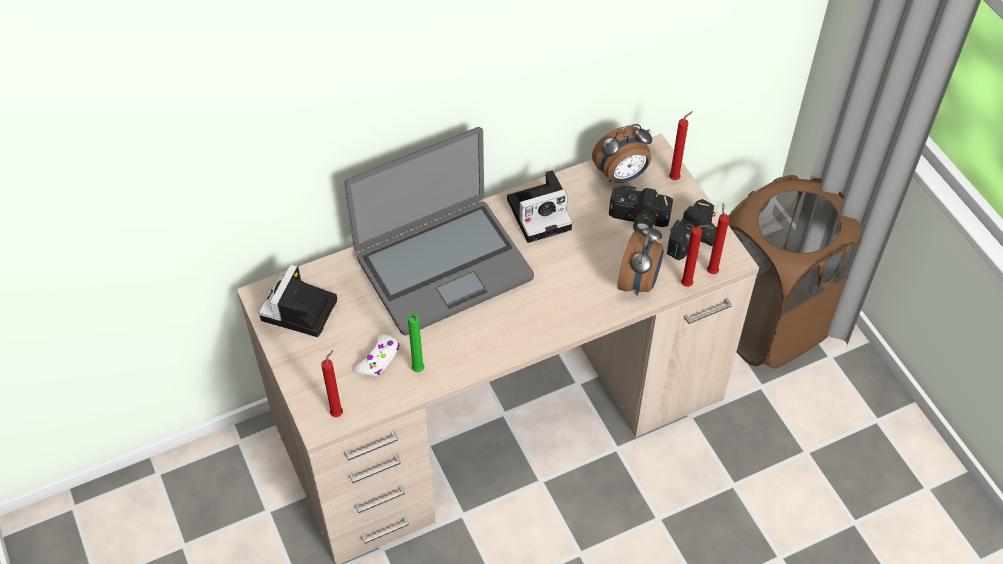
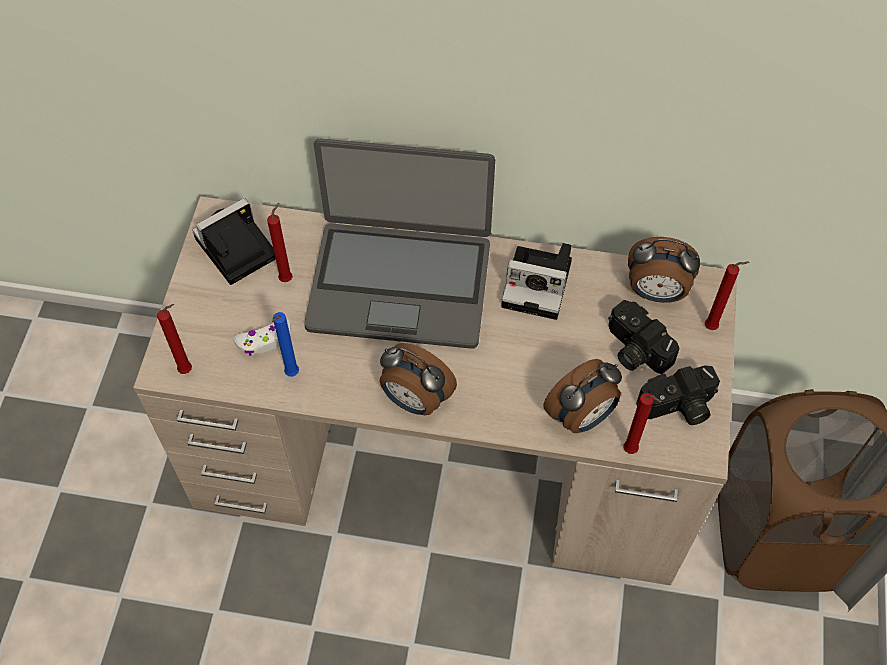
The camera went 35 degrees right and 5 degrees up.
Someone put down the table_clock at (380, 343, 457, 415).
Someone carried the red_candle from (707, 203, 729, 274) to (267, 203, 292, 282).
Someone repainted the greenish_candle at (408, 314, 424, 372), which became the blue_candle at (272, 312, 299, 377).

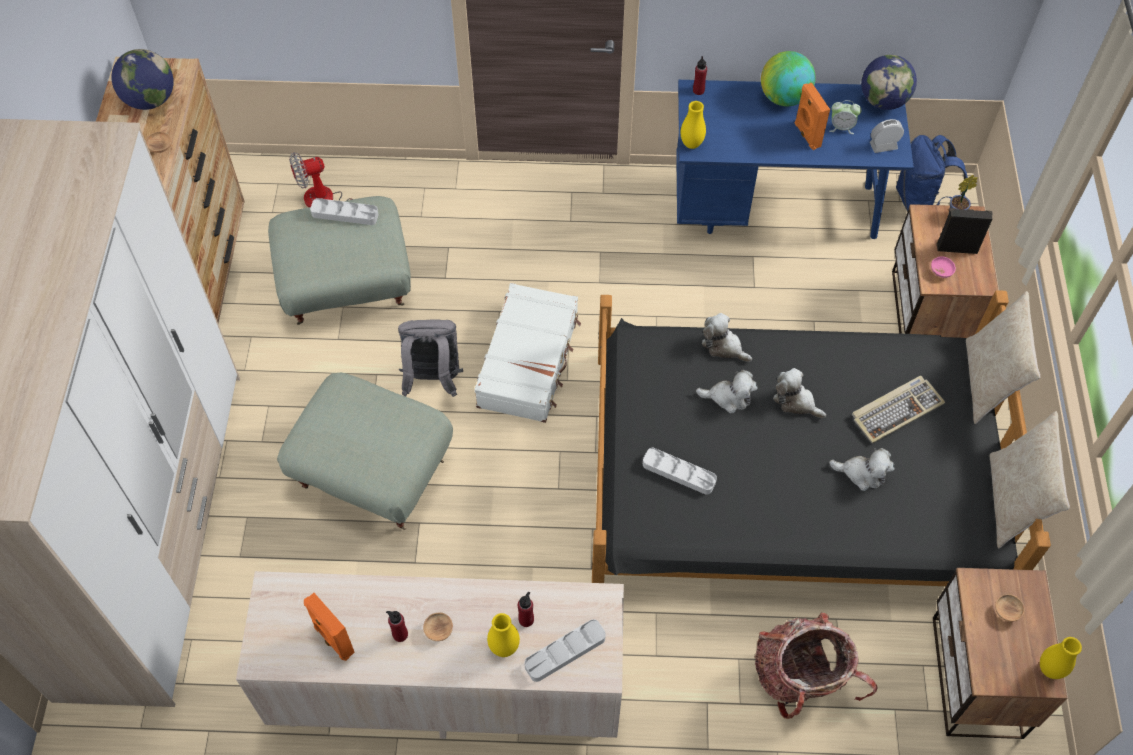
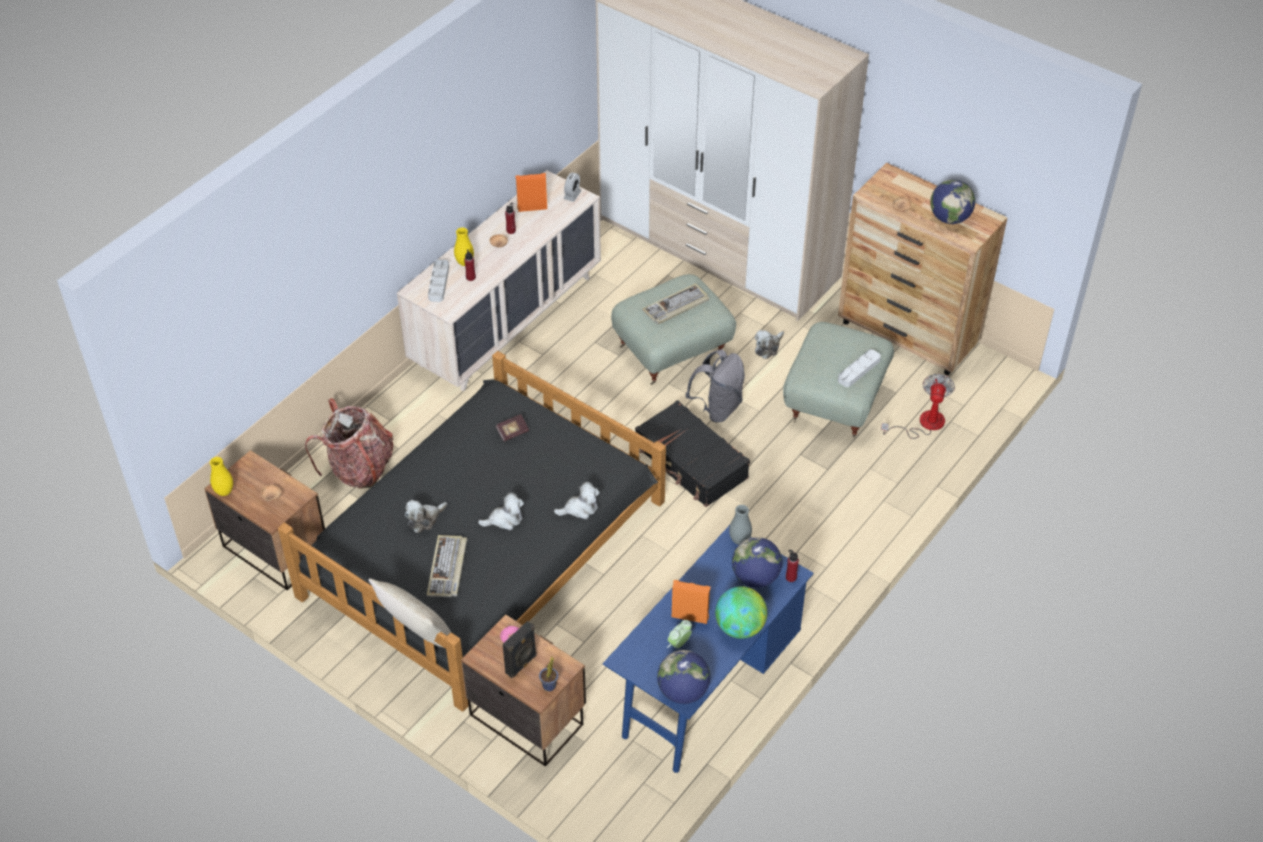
The camera went 125 degrees right and 10 degrees down.
Someone took away the blue_backpack at (896, 135, 968, 212).
Someone took away the sand-coloured_cushion at (990, 411, 1070, 548).
Someone put down the keyboard at (642, 283, 709, 324).
Someone put down the desk_globe at (732, 537, 782, 588).
Someone carried the soft_toy from (696, 370, 758, 414) to (755, 330, 784, 359).
Someone carried the table_clock from (870, 119, 904, 153) to (563, 172, 581, 202).
Someone swapped the grey_serving_tray at (643, 448, 717, 495) for the volume at (496, 414, 529, 442).
Someone repainted the white_suitcase at (474, 283, 581, 423), which became the blackish_suitcase at (635, 400, 750, 507).
Someone repainted the yellowish_vase at (681, 101, 706, 149), which became the grey_vase at (729, 505, 752, 545).

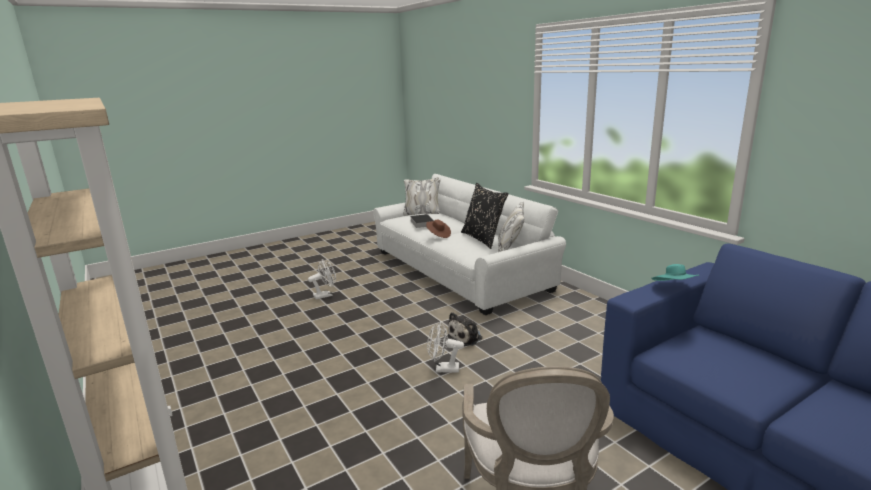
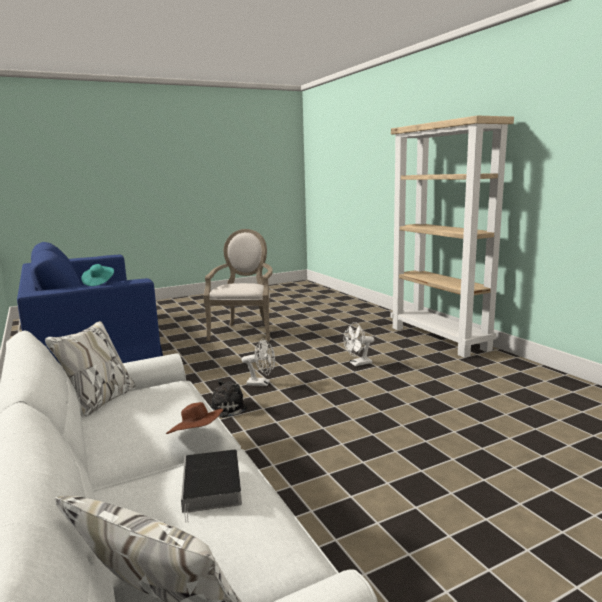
The camera went 175 degrees left and 5 degrees down.
Someone took away the blackish_cushion at (461, 183, 508, 249).
Someone carried the white_fan from (308, 259, 336, 299) to (344, 322, 374, 366).

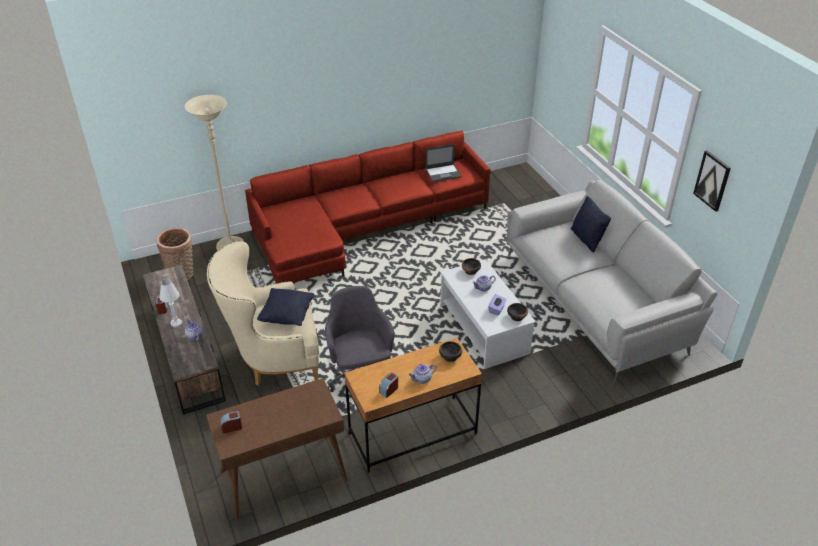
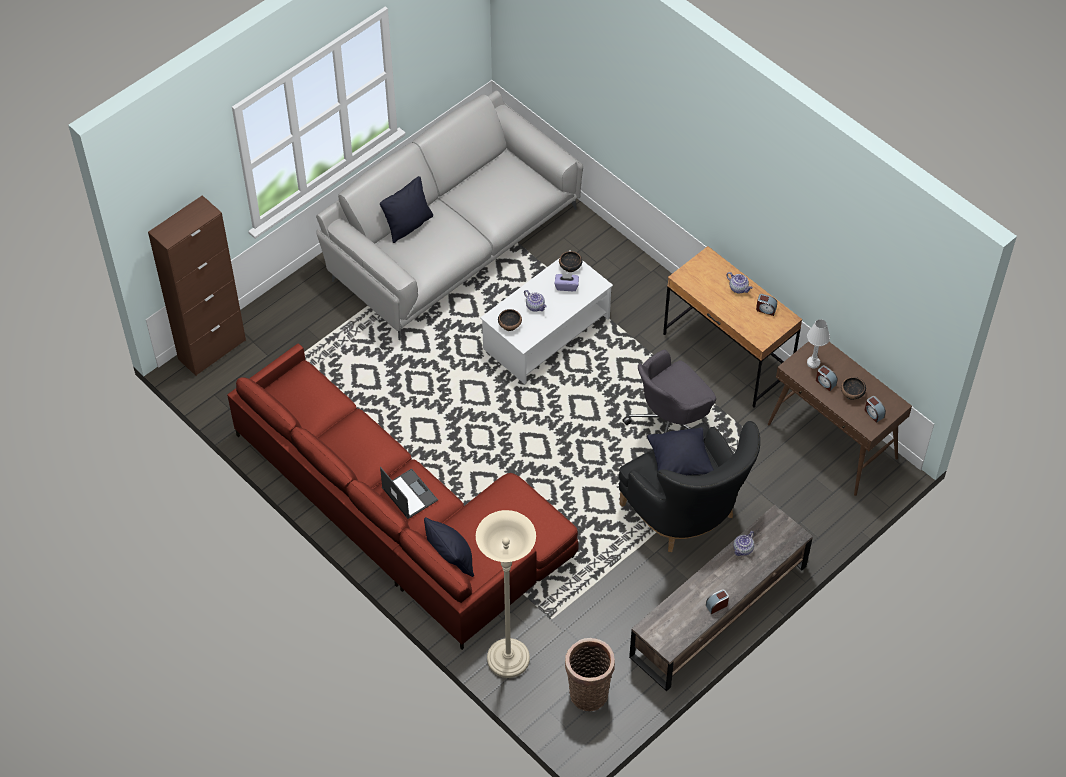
The camera went 110 degrees left and 15 degrees up.
Someone took away the wall_art at (693, 150, 731, 212).
Someone put down the brown-coloured_cupboard at (148, 195, 246, 376).
Someone put down the blackish_cushion at (424, 517, 474, 577).
Someone put down the table_clock at (816, 365, 838, 391).
Someone carried the white_tabletop_lamp from (159, 279, 182, 327) to (807, 319, 830, 368).
Someone carried the notebook_computer from (425, 144, 462, 182) to (380, 467, 438, 519).
Someone carried the deep_dish from (439, 341, 462, 362) to (841, 377, 866, 400).
Someone repainted the sand-coloured_easy_chair at (207, 241, 320, 386), which became the blackish_easy_chair at (618, 421, 760, 552).

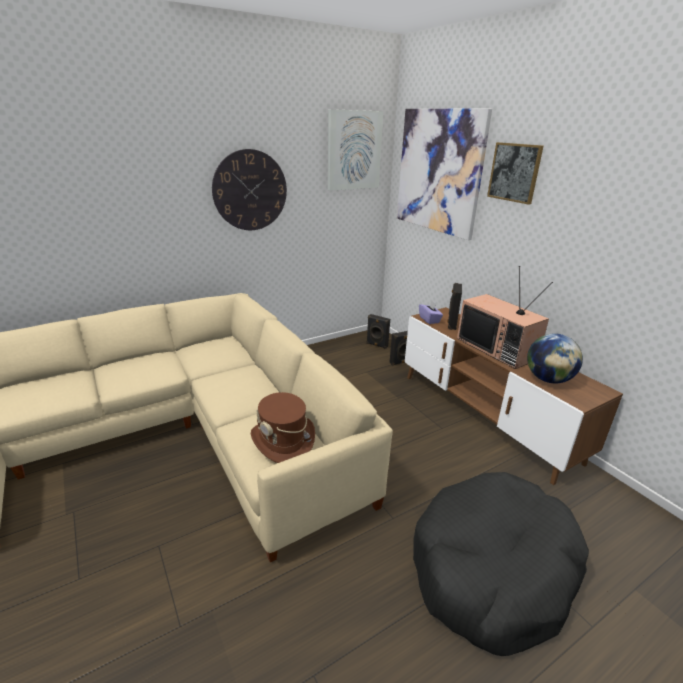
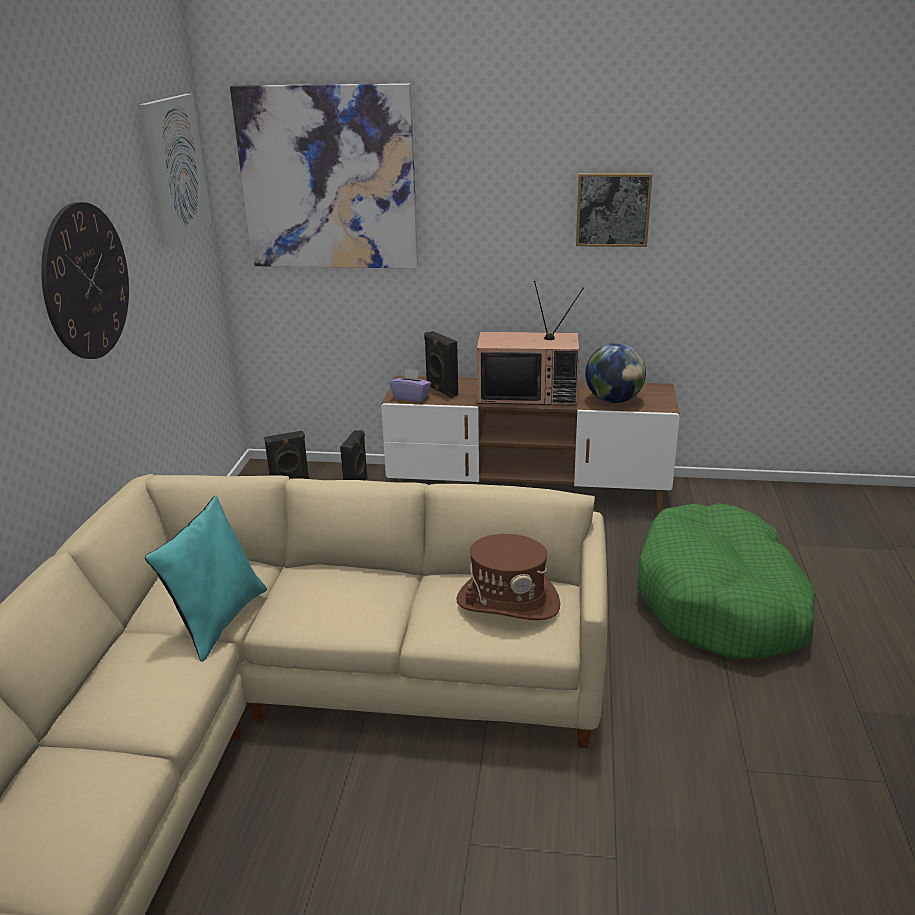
The camera went 50 degrees left and 0 degrees up.
Someone put down the turquoise_cushion at (145, 495, 267, 662).
Someone carried the wall_art from (487, 142, 543, 205) to (576, 173, 652, 247).
Someone repainted the blackish_pet_bed at (413, 472, 589, 656), which became the greenish_pet_bed at (637, 503, 815, 659).

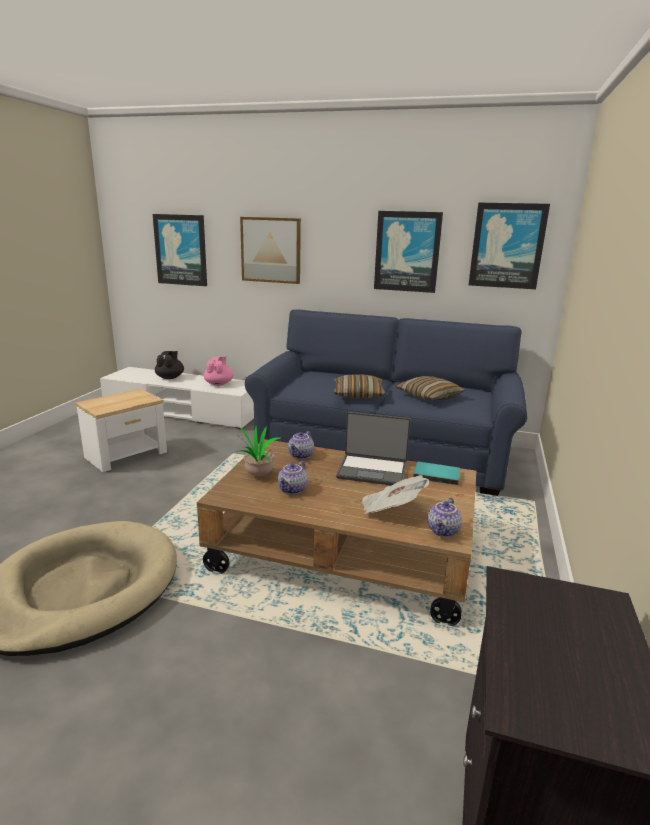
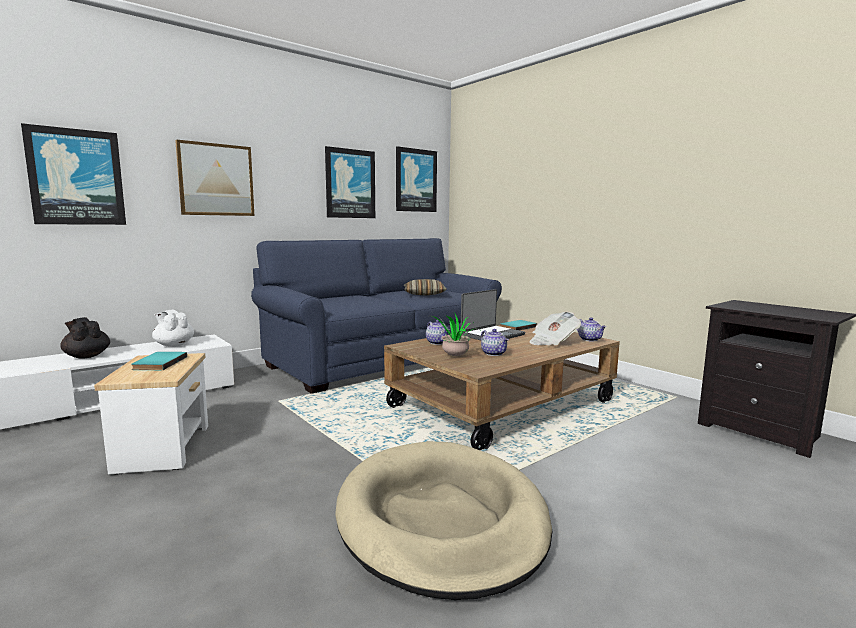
The camera went 55 degrees left and 10 degrees down.
Someone took away the cushion at (333, 374, 386, 398).
Someone put down the turquoise_volume at (131, 352, 187, 370).
Someone repainted the pinkish_teapot at (204, 356, 233, 386), which became the white_teapot at (152, 309, 194, 347).

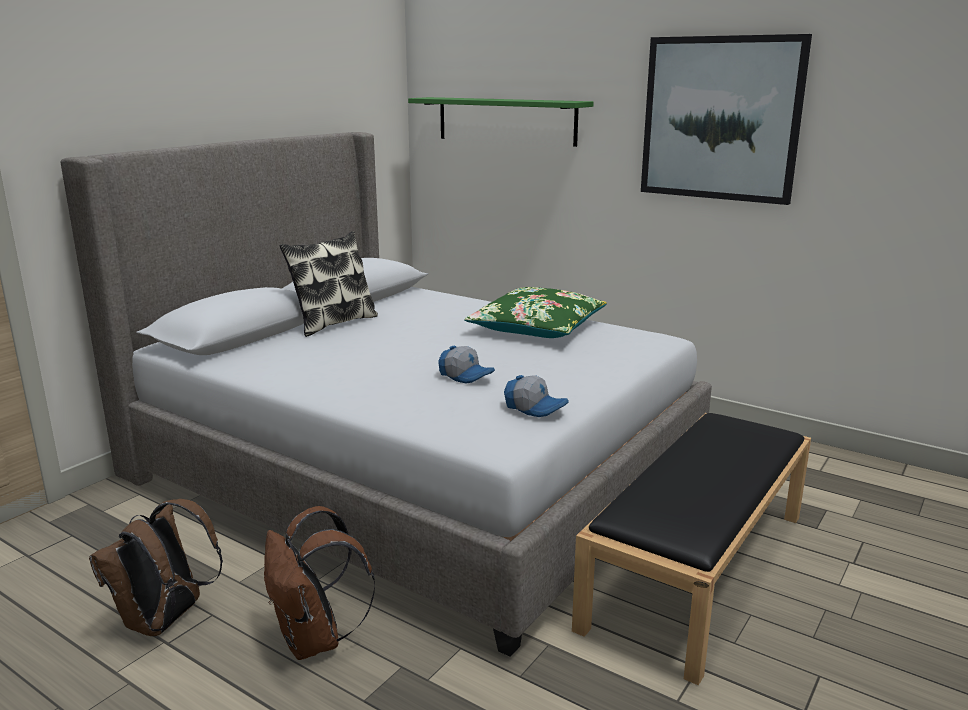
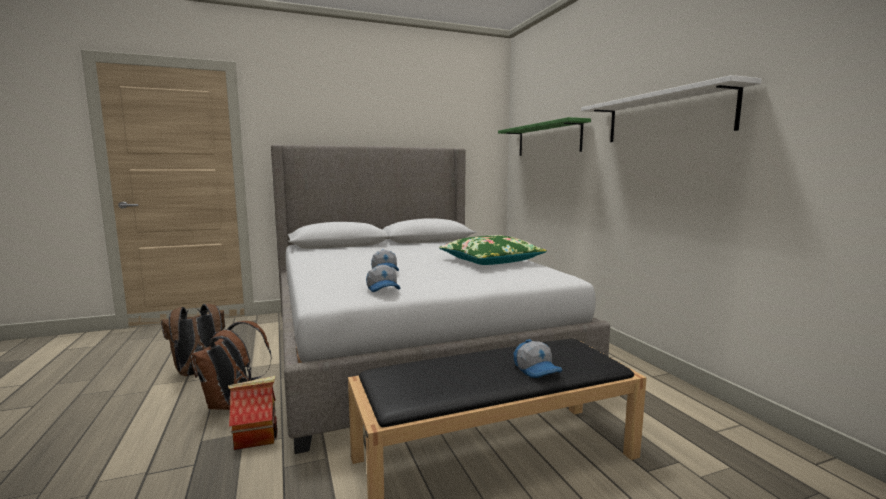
The camera went 35 degrees right and 10 degrees down.
Someone took away the cushion at (280, 231, 378, 337).
Someone put down the model_house at (228, 376, 277, 450).
Someone put down the peaked_cap at (514, 339, 562, 378).
Someone swapped the wall_art at (641, 34, 812, 205) for the white_wall_shelf at (581, 75, 762, 142).

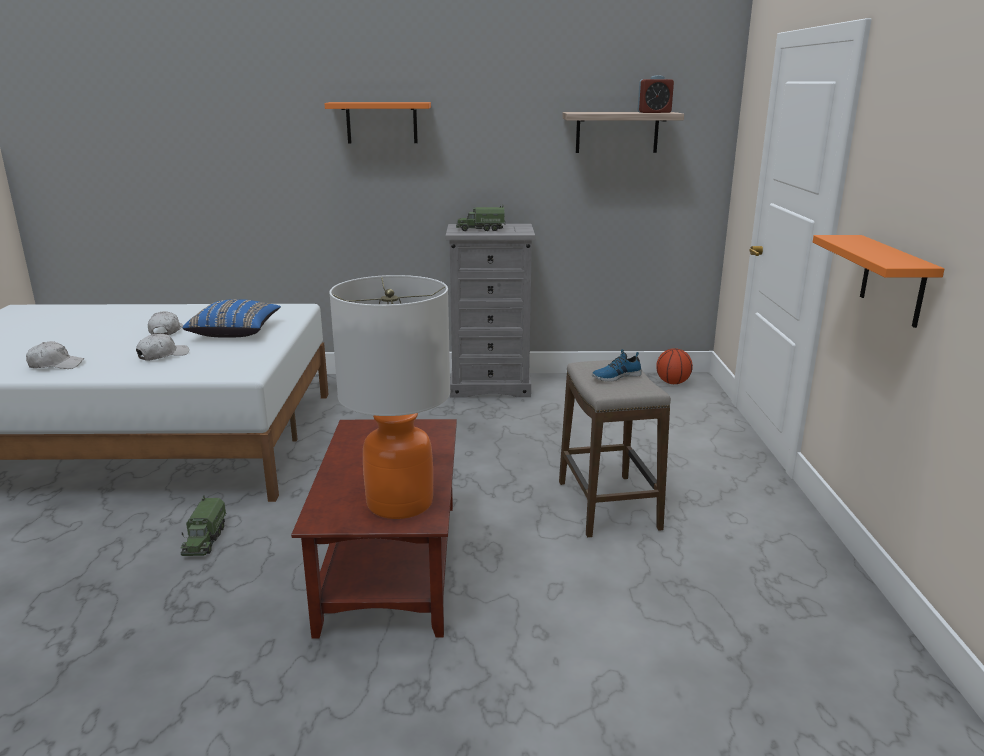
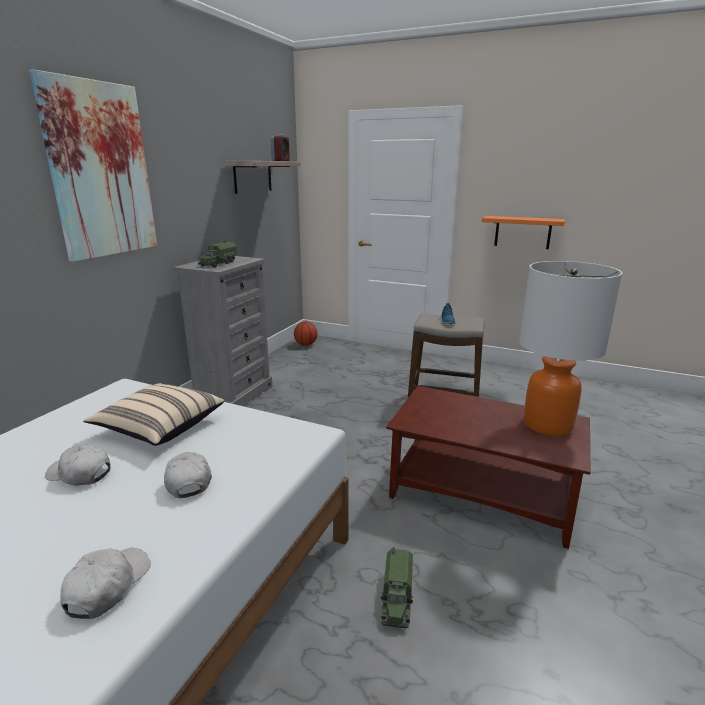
The camera went 65 degrees left and 0 degrees up.
Someone swapped the orangey_wall_shelf at (324, 102, 431, 143) for the wall_art at (29, 69, 157, 262).
Someone repainted the blue_cushion at (182, 299, 281, 337), which became the sand-coloured_cushion at (83, 383, 224, 446).
Someone rotated the toy_truck at (180, 495, 226, 556) by 75 degrees clockwise.

